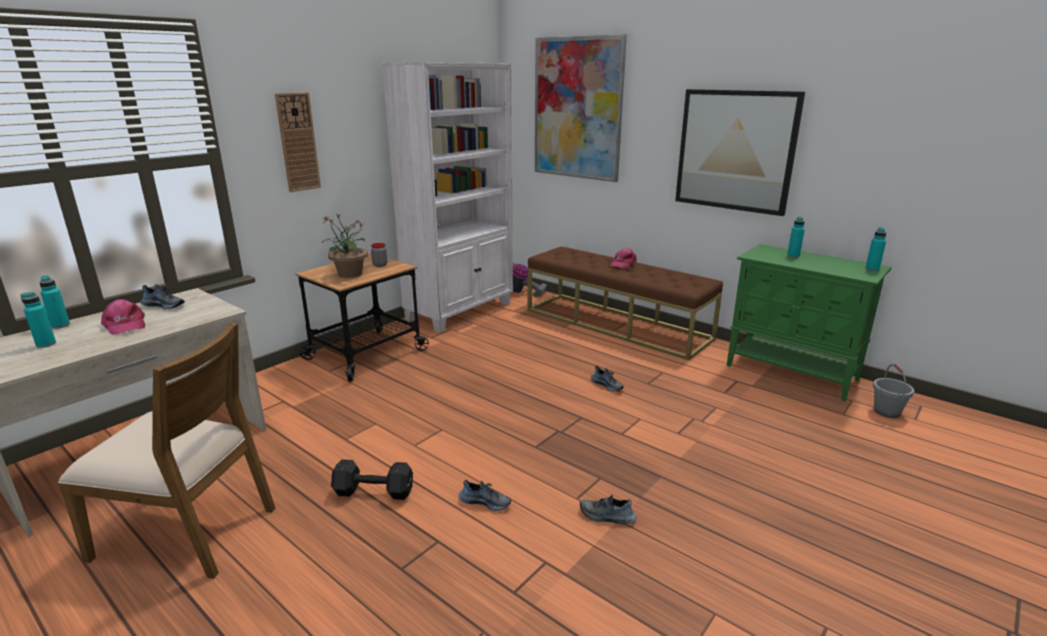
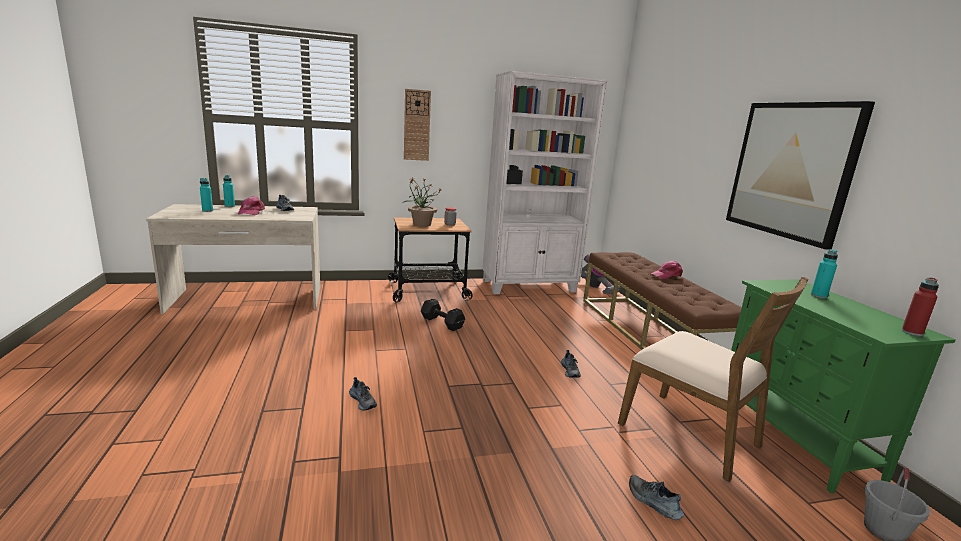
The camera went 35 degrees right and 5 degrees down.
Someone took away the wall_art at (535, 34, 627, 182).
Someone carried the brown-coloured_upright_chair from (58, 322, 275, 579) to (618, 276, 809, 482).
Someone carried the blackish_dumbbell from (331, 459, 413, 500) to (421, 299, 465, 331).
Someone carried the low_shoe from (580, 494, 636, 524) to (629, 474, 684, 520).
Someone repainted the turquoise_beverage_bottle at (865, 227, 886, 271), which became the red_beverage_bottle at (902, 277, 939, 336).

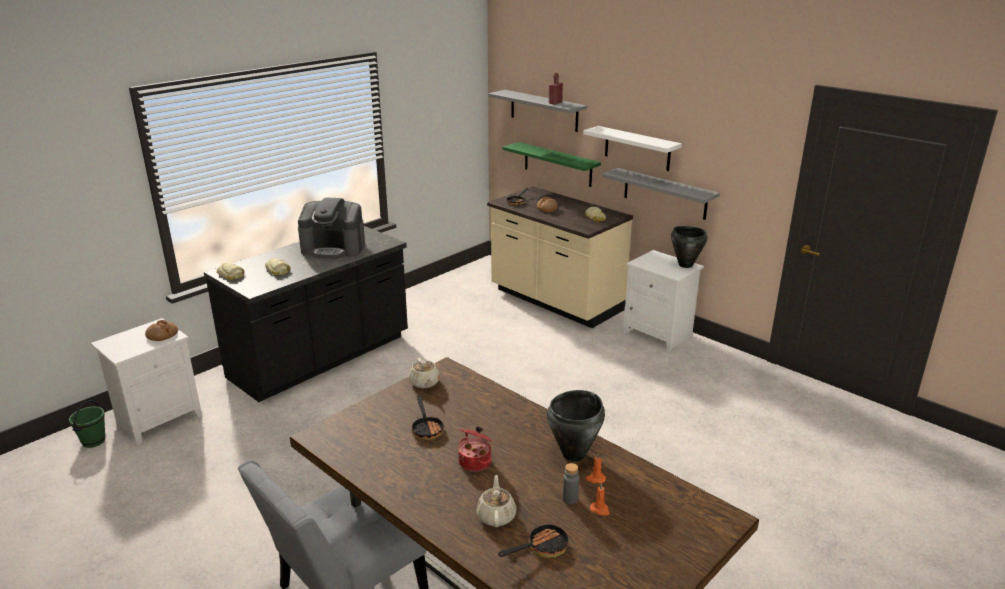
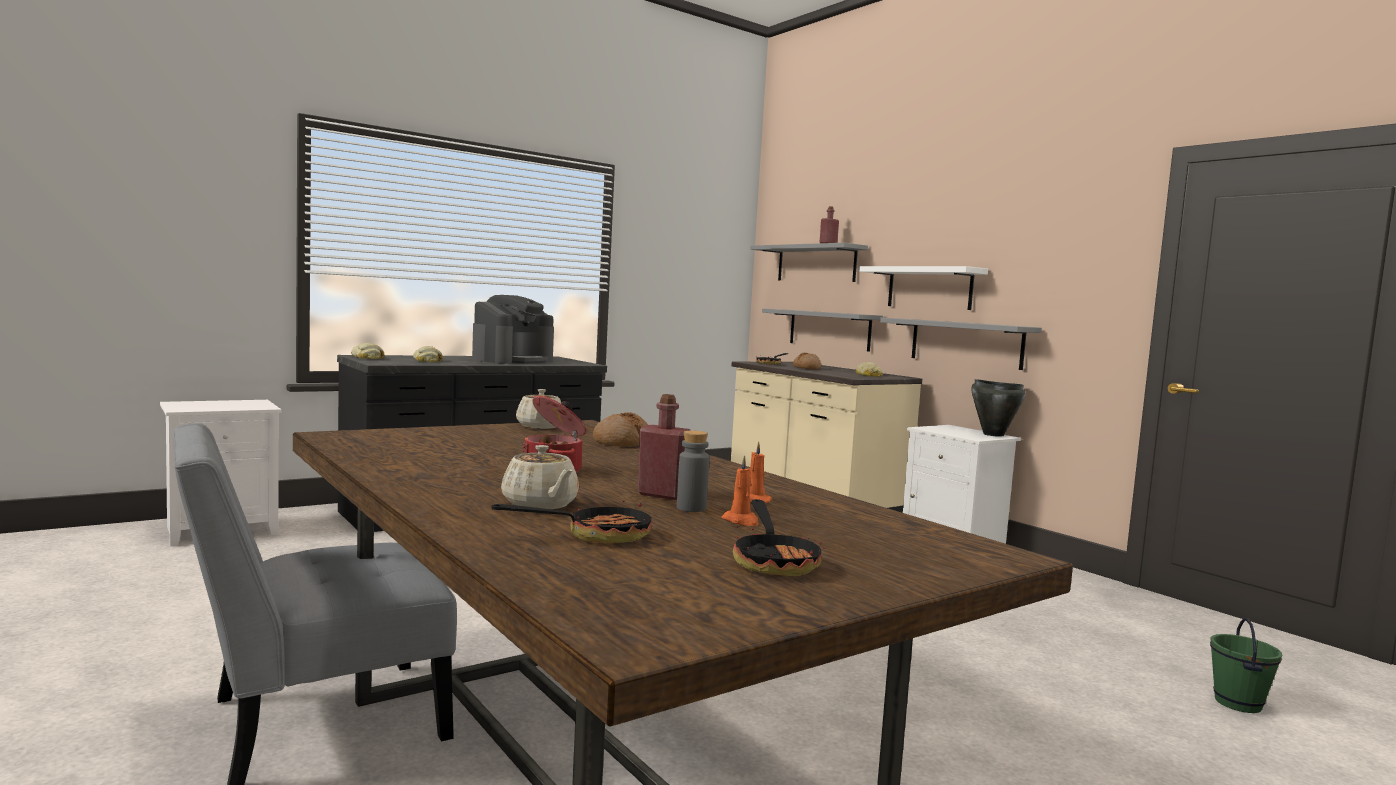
The camera went 10 degrees right and 20 degrees down.
Someone took away the blackish_cooking_pot at (547, 390, 605, 462).
Someone put down the red_beverage_bottle at (638, 394, 691, 500).
Someone carried the greenish_bucket from (69, 401, 106, 448) to (1210, 618, 1282, 713).
Someone carried the bread from (145, 320, 178, 341) to (593, 412, 648, 447).
Someone carried the skillet from (411, 396, 445, 440) to (733, 499, 826, 576).
Someone repainted the greenish_wall_shelf at (502, 142, 601, 187), which became the grey_wall_shelf at (762, 308, 883, 352).
Someone rotated the coffee_machine at (298, 198, 365, 258) by 75 degrees counterclockwise.
Someone rotated the sand-coloured_teapot at (476, 475, 517, 527) by 135 degrees clockwise.

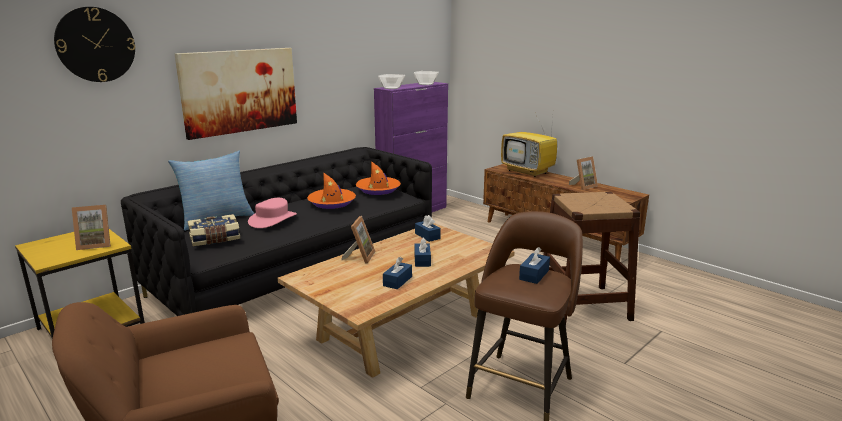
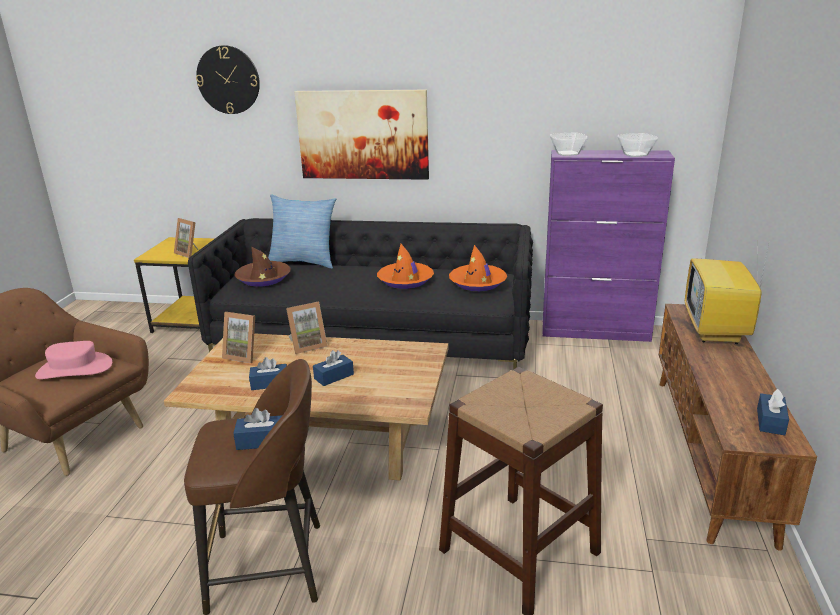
The camera went 55 degrees right and 5 degrees up.
Someone carried the pinkish_clothing_hat from (248, 198, 297, 228) to (35, 341, 112, 379).
Someone carried the blue_tissue_box from (415, 215, 441, 242) to (757, 389, 789, 435).
Someone carried the picture_frame from (569, 157, 598, 190) to (222, 312, 255, 363).
Someone swapped the volume at (188, 214, 240, 246) for the brown-coloured_clothing_hat at (234, 247, 291, 287).

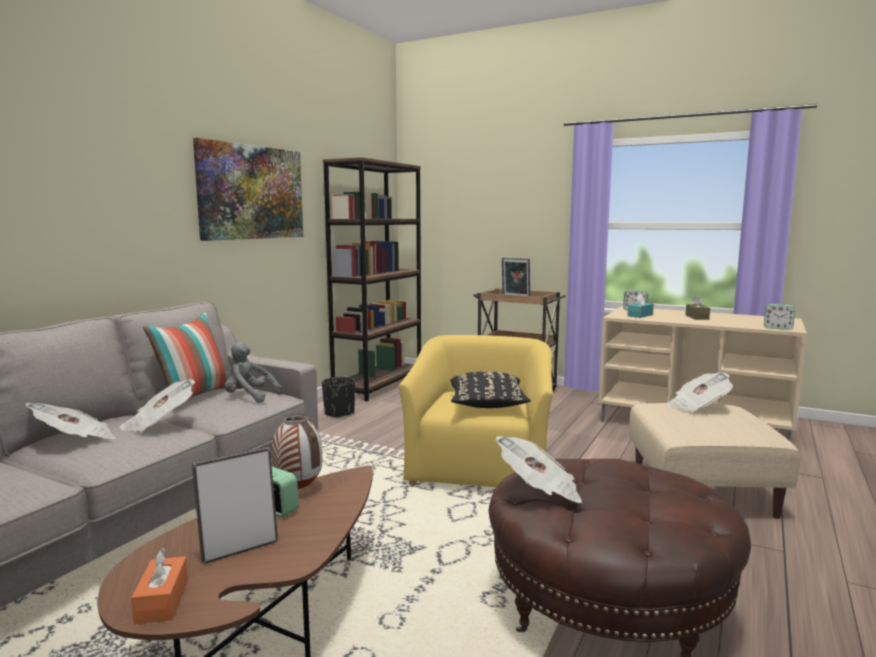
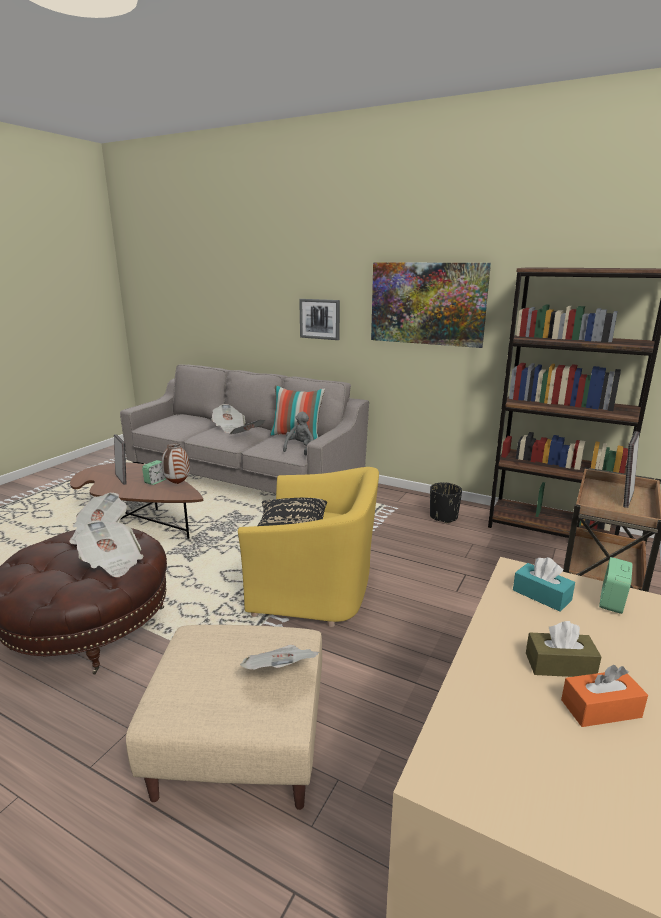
The camera went 90 degrees right and 10 degrees up.
Someone took away the table_clock at (764, 304, 795, 330).
Someone put down the daily_paper at (75, 520, 144, 577).
Someone put up the wall_art at (299, 299, 340, 340).
Someone carried the orangey_tissue_box from (131, 548, 188, 624) to (561, 665, 648, 727).

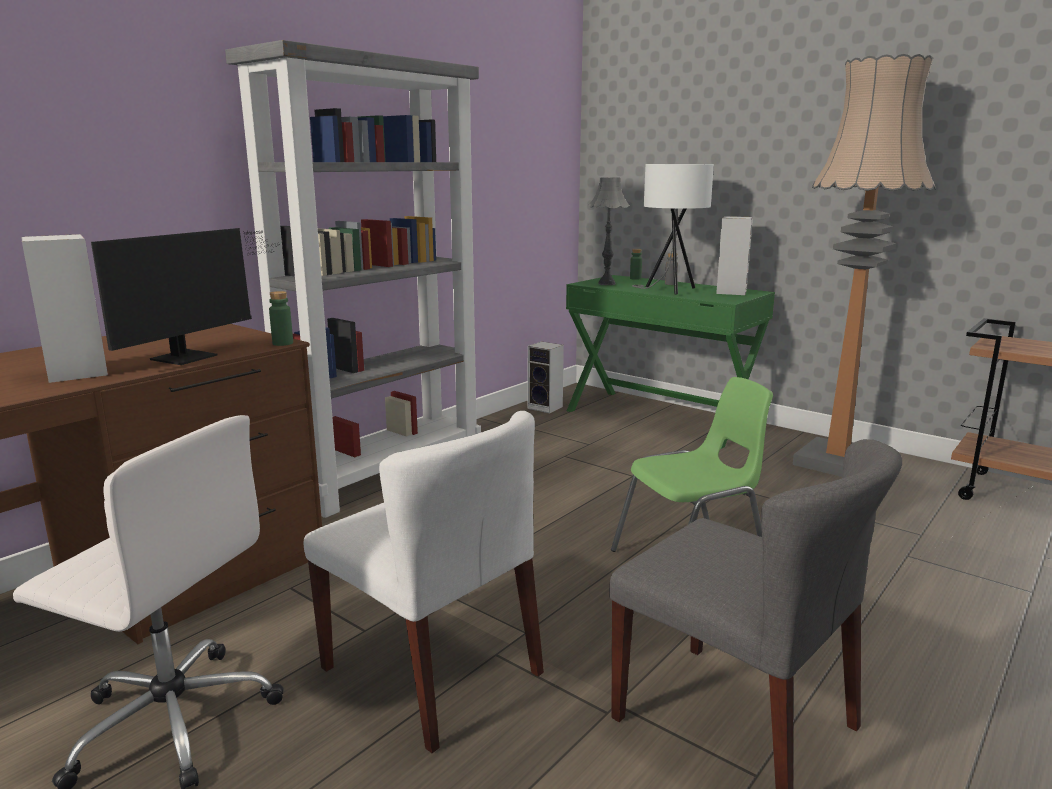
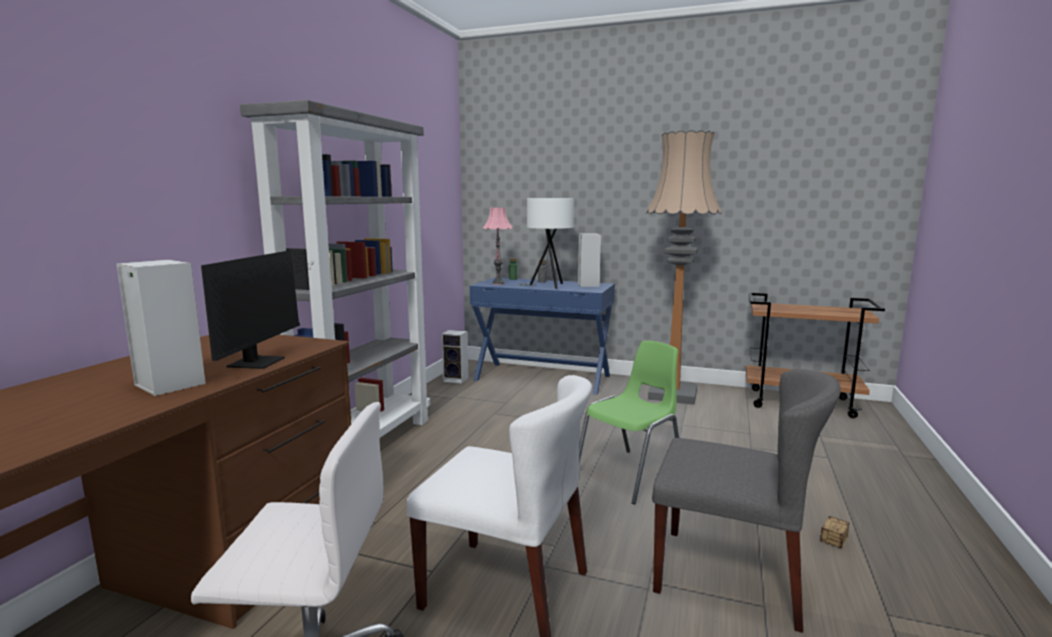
The camera went 20 degrees left and 5 degrees down.
Someone took away the greenish_beverage_bottle at (269, 291, 293, 346).
Someone put down the storage_box at (820, 516, 849, 548).
Someone repainted the greenish_desk_unit at (566, 275, 775, 449), which became the blue_desk_unit at (470, 278, 615, 395).
Someone repainted the grey_tabletop_lamp at (589, 177, 630, 285), which became the pinkish_tabletop_lamp at (483, 208, 513, 285).

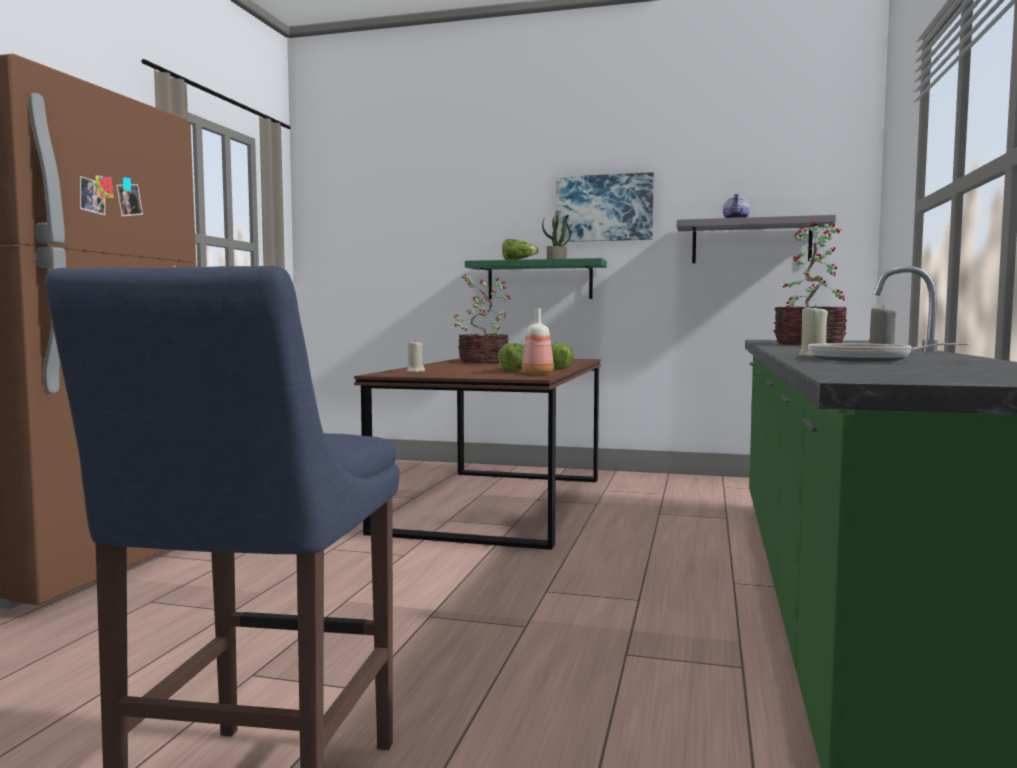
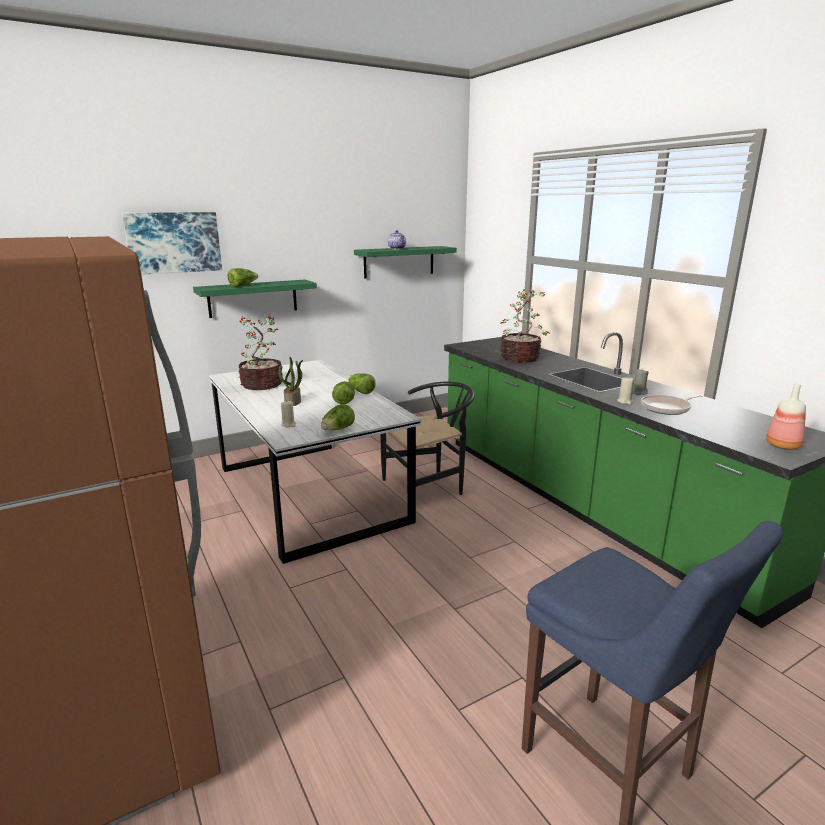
The camera went 45 degrees left and 15 degrees up.
Someone put down the lettuce_head at (321, 404, 355, 430).
Someone put down the blackish_upright_chair at (380, 382, 475, 495).
Someone carried the beverage_bottle from (522, 308, 554, 374) to (766, 383, 806, 450).
Someone carried the houseplant from (542, 212, 571, 259) to (278, 357, 303, 406).
Someone carried the wall_art from (556, 172, 654, 242) to (122, 212, 222, 275).
Someone repainted the brown-coloured_dining_table at (354, 358, 601, 550), which became the white_dining_table at (209, 360, 422, 564).
Someone repainted the grey_wall_shelf at (677, 215, 836, 263), which became the greenish_wall_shelf at (354, 246, 457, 278).

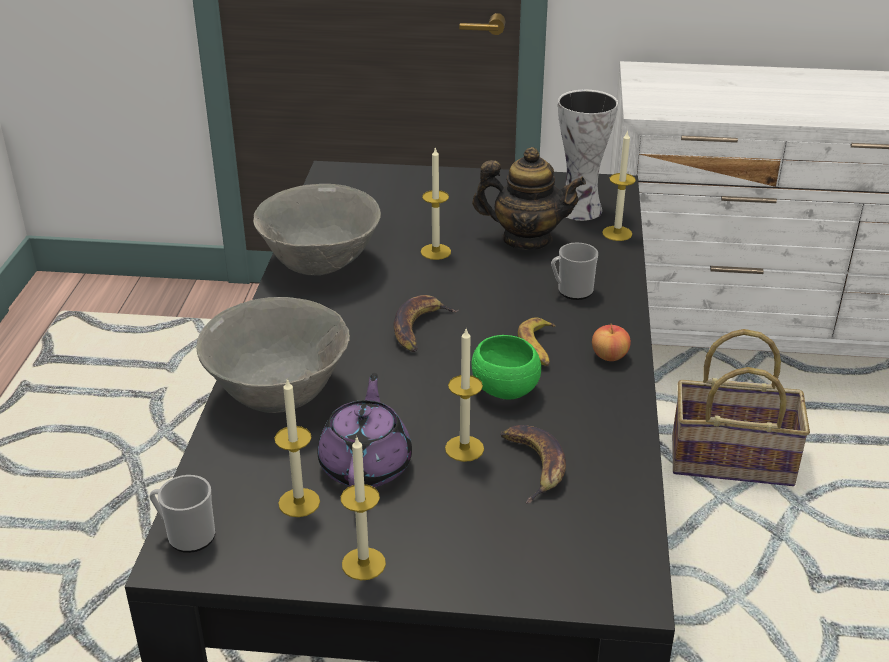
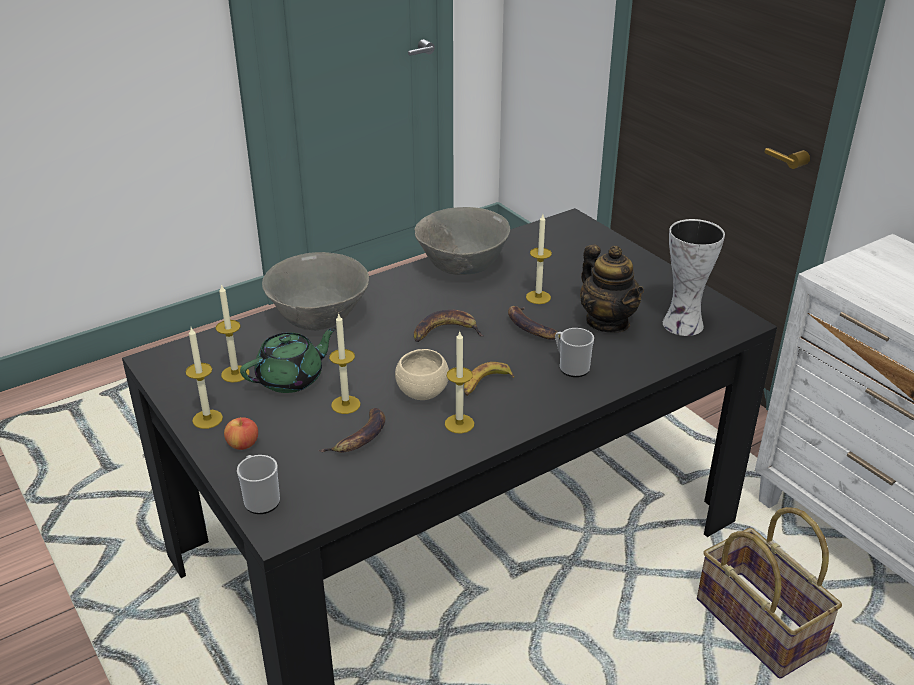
The camera went 50 degrees right and 0 degrees up.
Someone put down the banana_fruit at (508, 306, 561, 340).
Someone carried the tea_mug from (149, 475, 215, 553) to (237, 455, 280, 514).
Someone carried the whole_apple from (592, 324, 631, 361) to (224, 417, 258, 450).
Someone carried the candle from (602, 130, 636, 241) to (445, 332, 474, 433).
Someone repainted the purplish_teapot at (318, 373, 412, 487), which became the greenish_teapot at (240, 327, 337, 393).
Someone repainted the greenish_deep_dish at (471, 335, 541, 400), which became the sand-coloured_deep_dish at (395, 349, 449, 400).

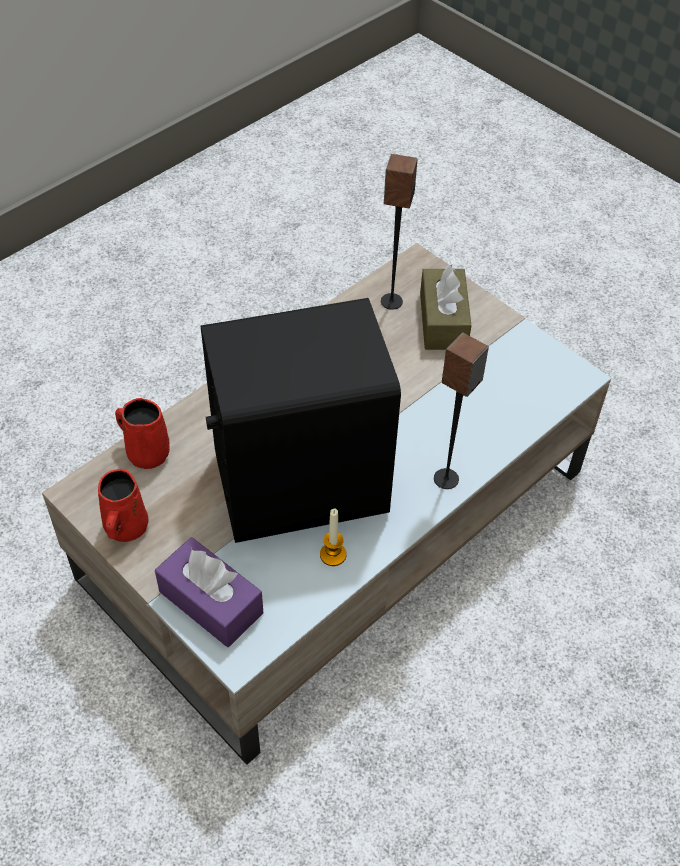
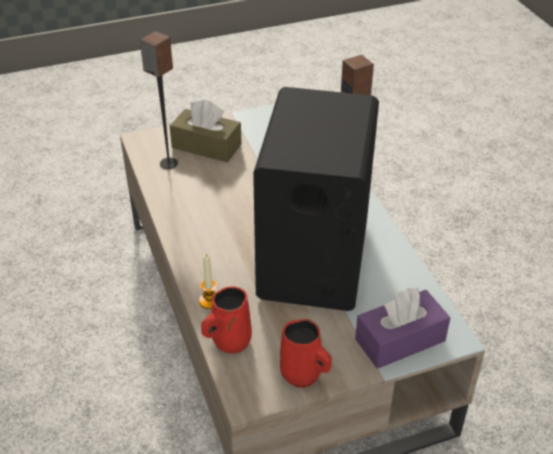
The camera went 65 degrees left and 10 degrees down.
Someone carried the candle from (320, 509, 346, 566) to (199, 253, 217, 309).

